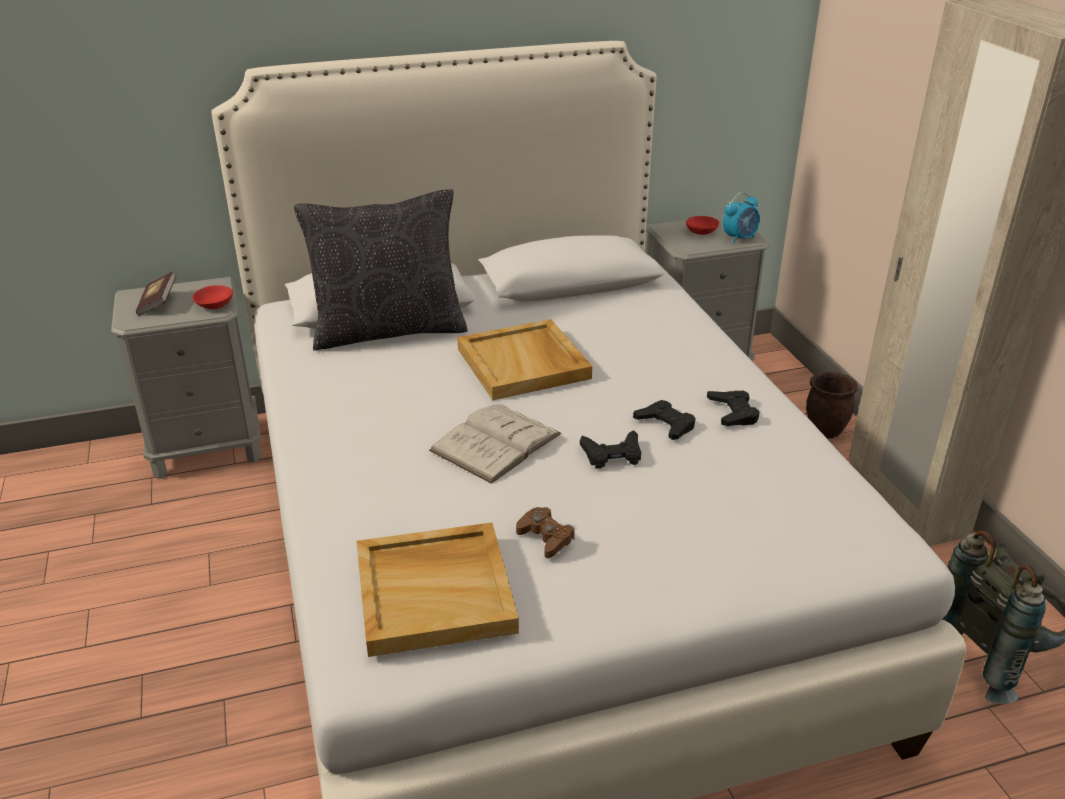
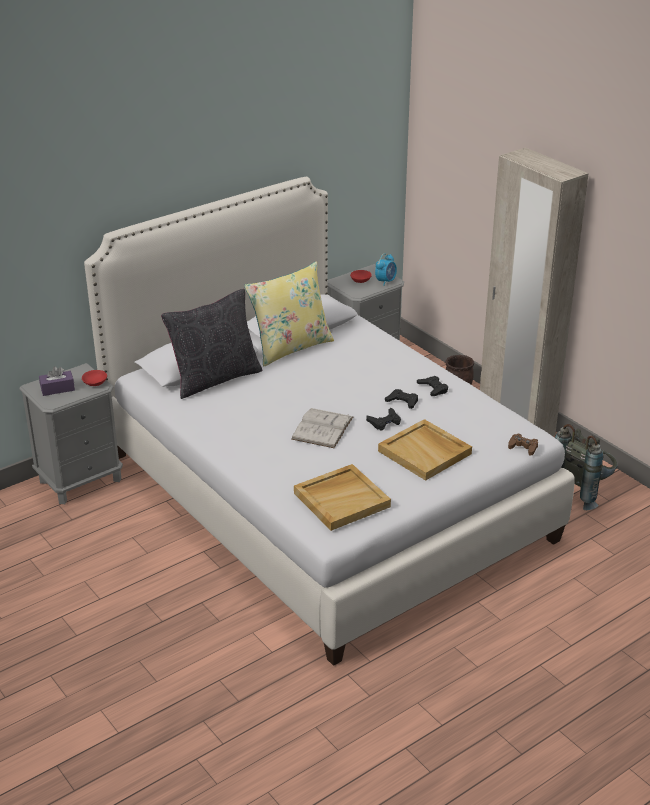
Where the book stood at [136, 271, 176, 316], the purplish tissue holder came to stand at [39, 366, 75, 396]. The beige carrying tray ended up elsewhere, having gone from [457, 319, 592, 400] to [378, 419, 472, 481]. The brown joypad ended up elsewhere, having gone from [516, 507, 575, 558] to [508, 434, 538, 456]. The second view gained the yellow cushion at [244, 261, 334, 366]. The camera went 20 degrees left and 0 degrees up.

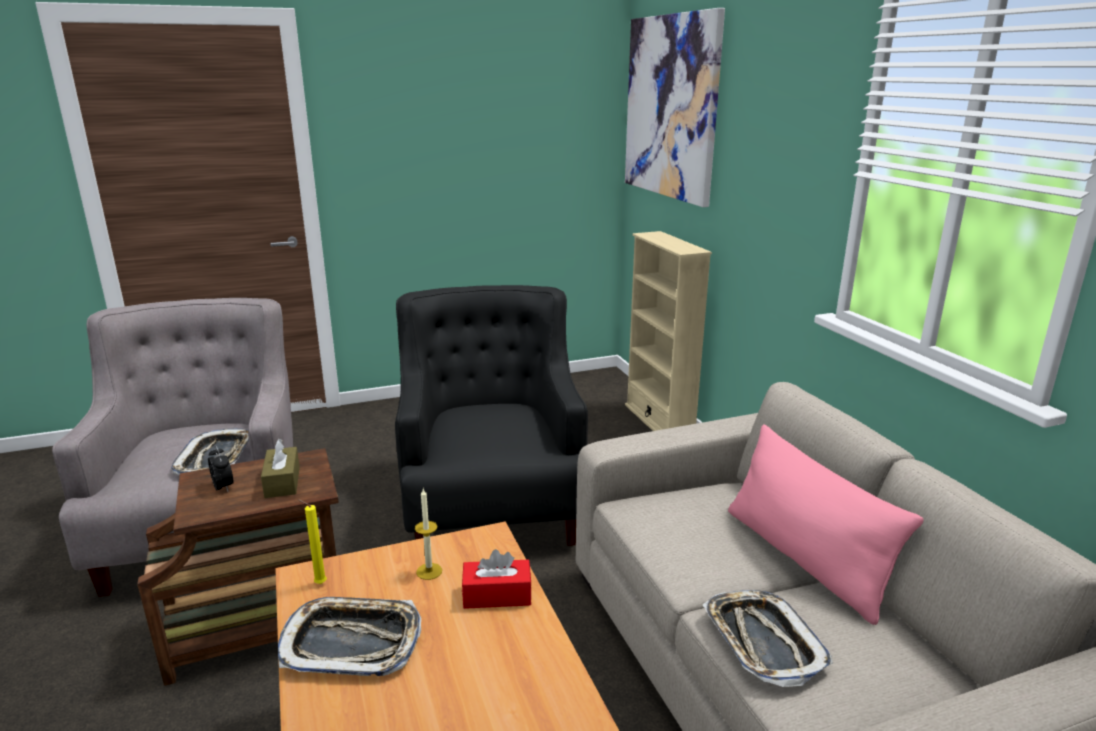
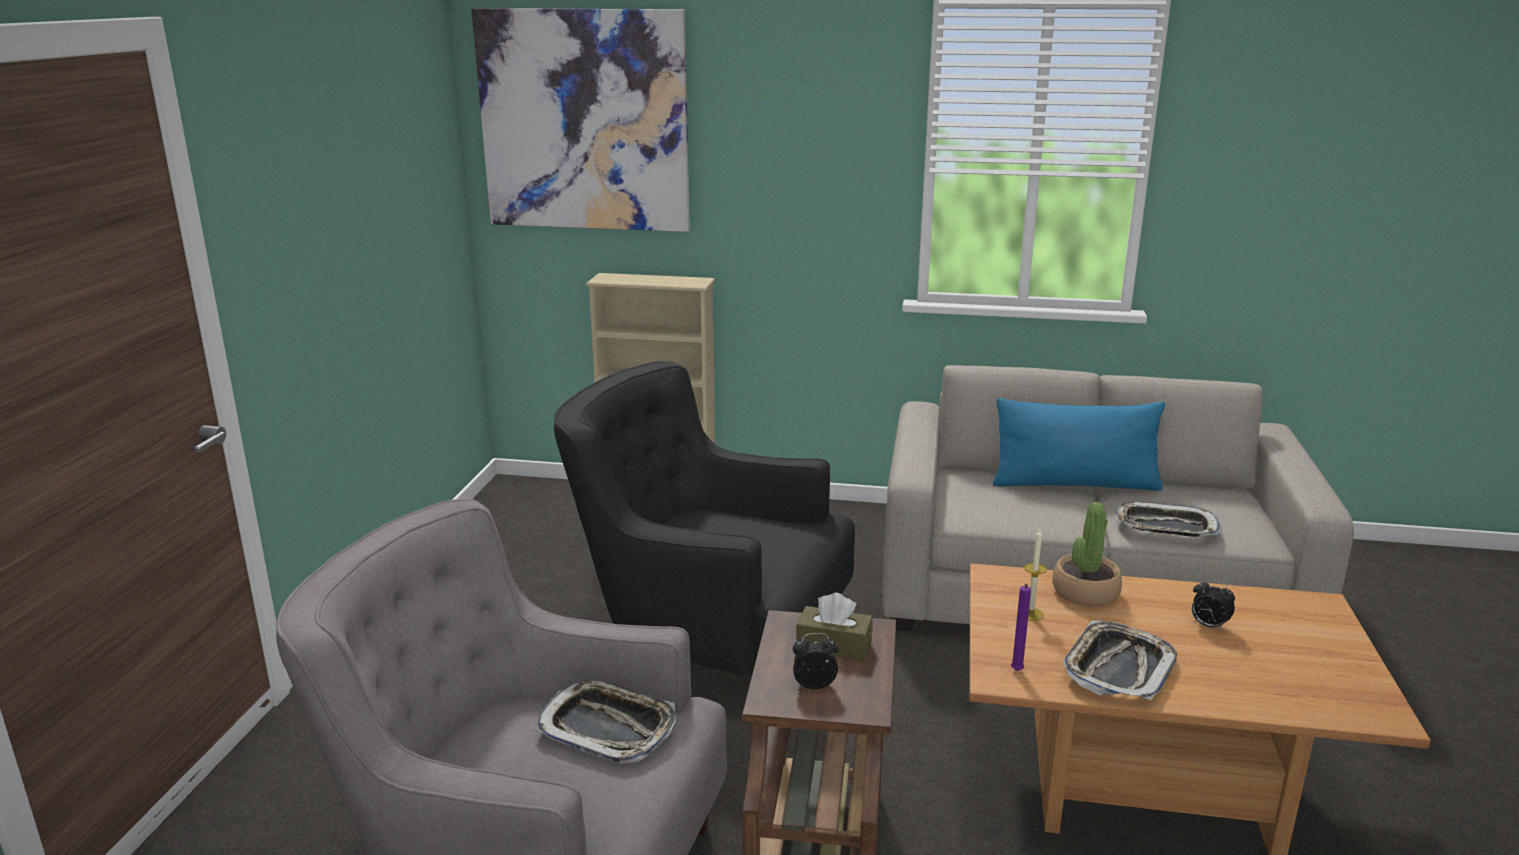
What was the pink cushion at [728, 424, 924, 625] turned into the bluish cushion at [993, 398, 1165, 491]. What was the yellow wax candle at [298, 499, 327, 584] turned into the purplish wax candle at [1011, 584, 1031, 671]. Where the reddish tissue holder stood at [462, 549, 532, 609], the houseplant came to stand at [1052, 502, 1122, 606]. The second view gained the alarm clock at [1192, 579, 1235, 631]. The camera went 60 degrees left and 0 degrees up.

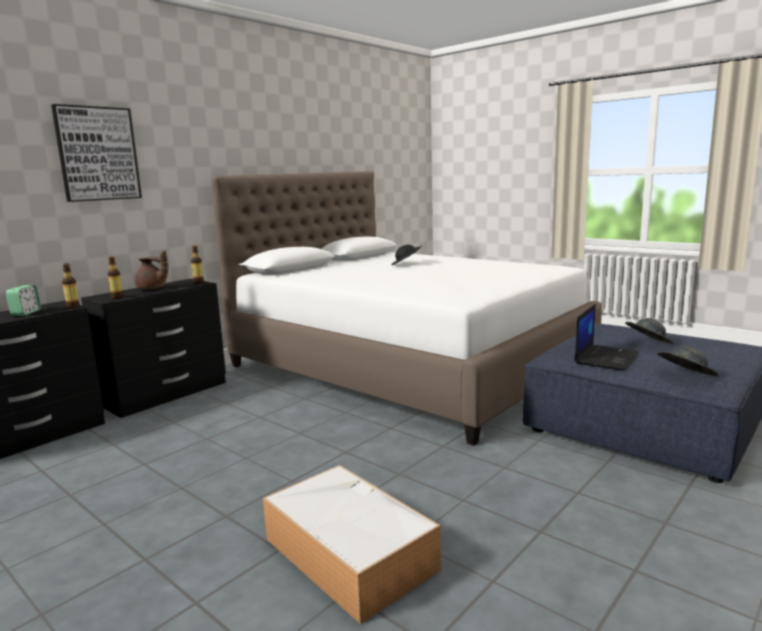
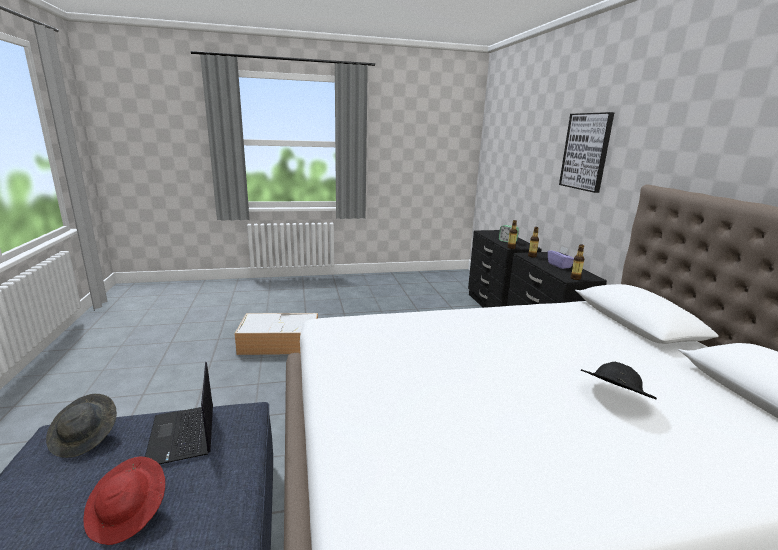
Where the brown pot for tea stood at [135, 251, 168, 289], the purplish tissue holder came to stand at [548, 246, 574, 269]. What was the grey hat at [625, 318, 674, 344] turned into the reddish hat at [83, 456, 165, 545]. The camera went 125 degrees right and 5 degrees up.

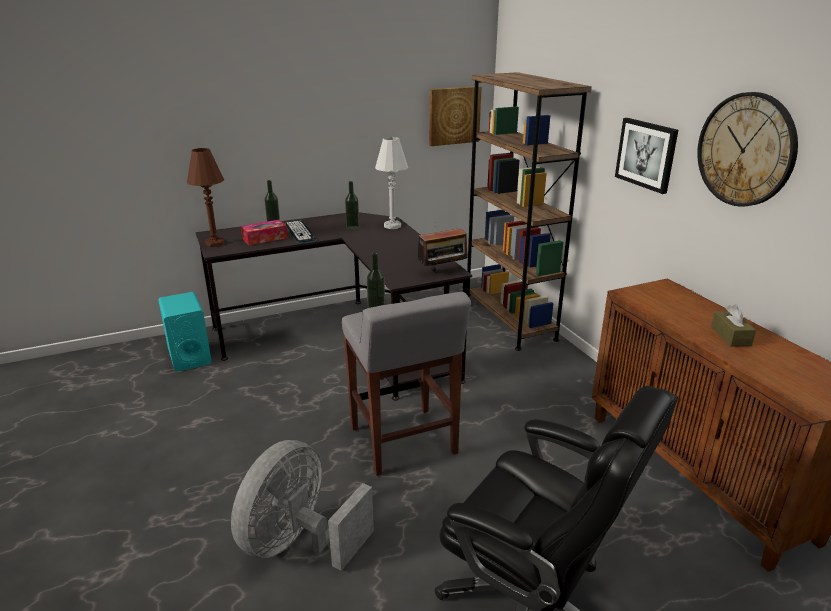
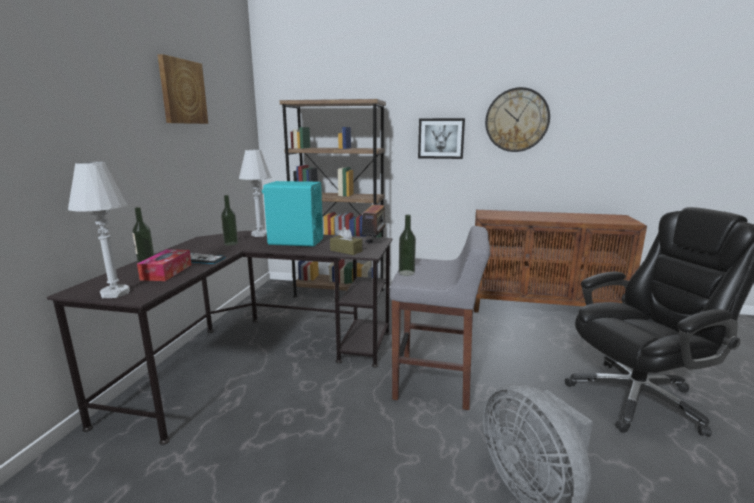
The wall art ended up elsewhere, having gone from [429, 86, 482, 146] to [157, 54, 208, 124]. What was the brown lamp for a table at [187, 148, 224, 247] turned into the white-coloured lamp for a table at [68, 162, 130, 298]. The turquoise-coloured audio speaker ended up elsewhere, having gone from [158, 292, 212, 372] to [262, 181, 323, 247]. The brown tissue holder ended up elsewhere, having gone from [711, 304, 756, 347] to [330, 227, 362, 255]. The camera went 55 degrees left and 10 degrees down.

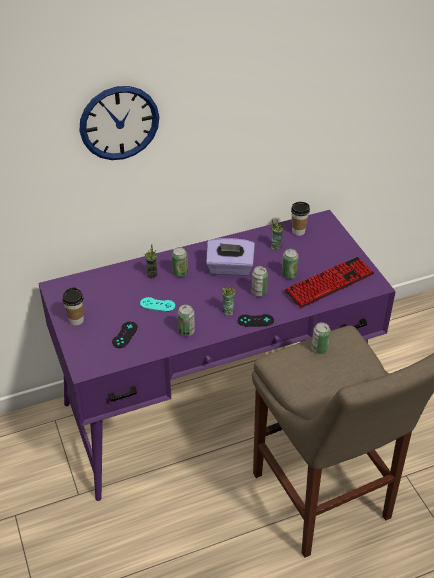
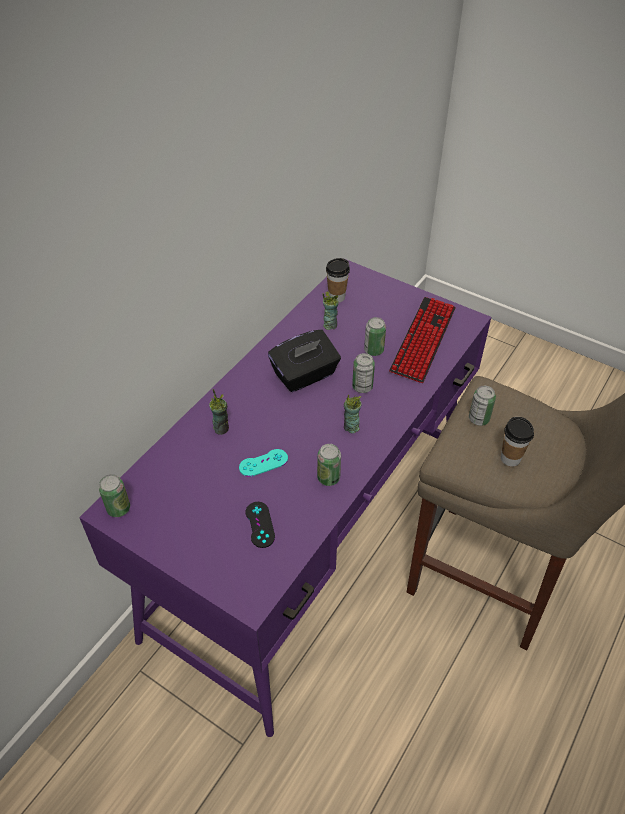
The second view lost the hanging clock at [79, 86, 159, 160]. What was the purplish tissue holder at [206, 238, 255, 276] turned into the blackish tissue holder at [268, 330, 341, 392]. The can ended up elsewhere, having gone from [172, 247, 188, 277] to [99, 474, 130, 517]. The drinking cup ended up elsewhere, having gone from [62, 288, 84, 326] to [501, 417, 534, 467]. The second view lost the blackish joypad at [237, 314, 274, 327]. The camera went 35 degrees left and 5 degrees up.

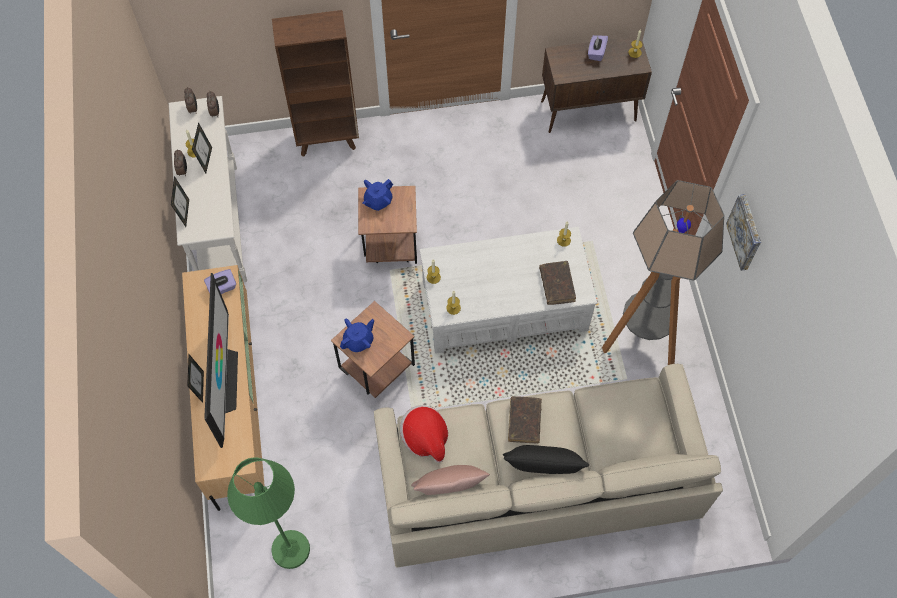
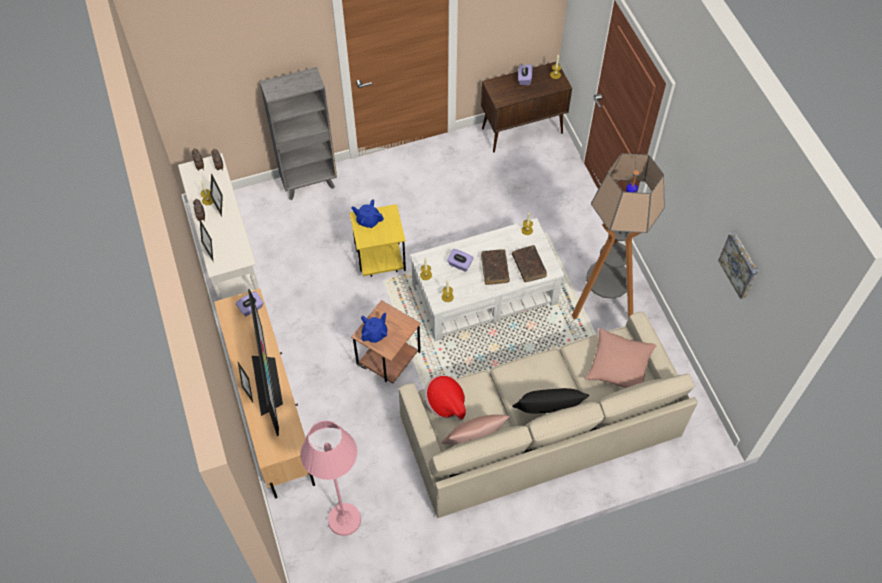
What was the brown bookcase at [272, 10, 359, 157] turned into the grey bookcase at [260, 67, 337, 200]. The bluish pot for tea at [363, 179, 393, 211] ended up facing another way, 75 degrees clockwise from before. What was the brown end table at [358, 186, 417, 264] turned into the yellow end table at [349, 204, 406, 277]. The wall art ended up elsewhere, having gone from [726, 194, 761, 271] to [718, 232, 758, 299]. The brown book ended up elsewhere, having gone from [508, 396, 542, 443] to [481, 249, 510, 285]. What was the green floor lamp at [227, 457, 310, 569] turned into the pink floor lamp at [301, 421, 361, 536]. The second view gained the purplish tissue holder at [447, 249, 473, 272]. The second view gained the pink cushion at [585, 328, 657, 388]. The camera went 10 degrees left and 5 degrees down.

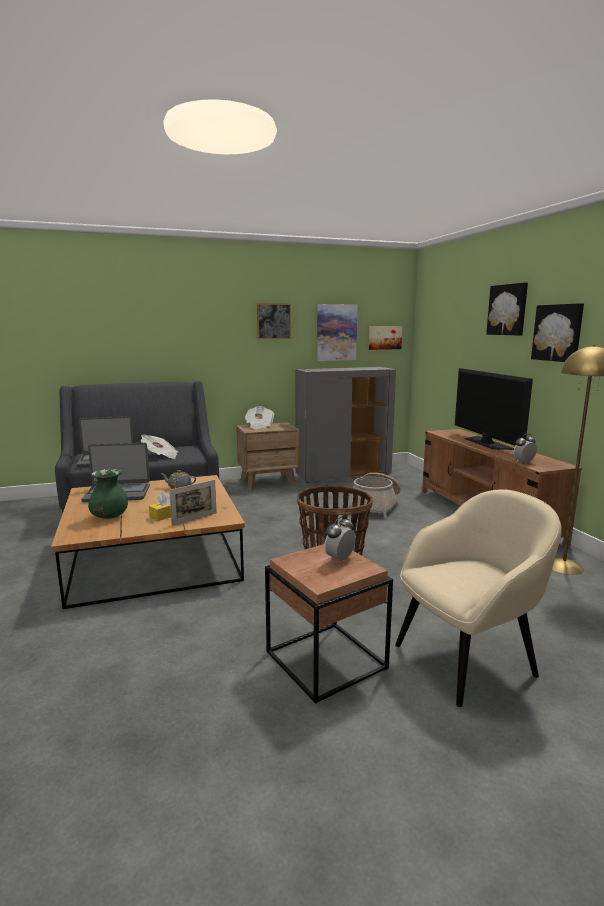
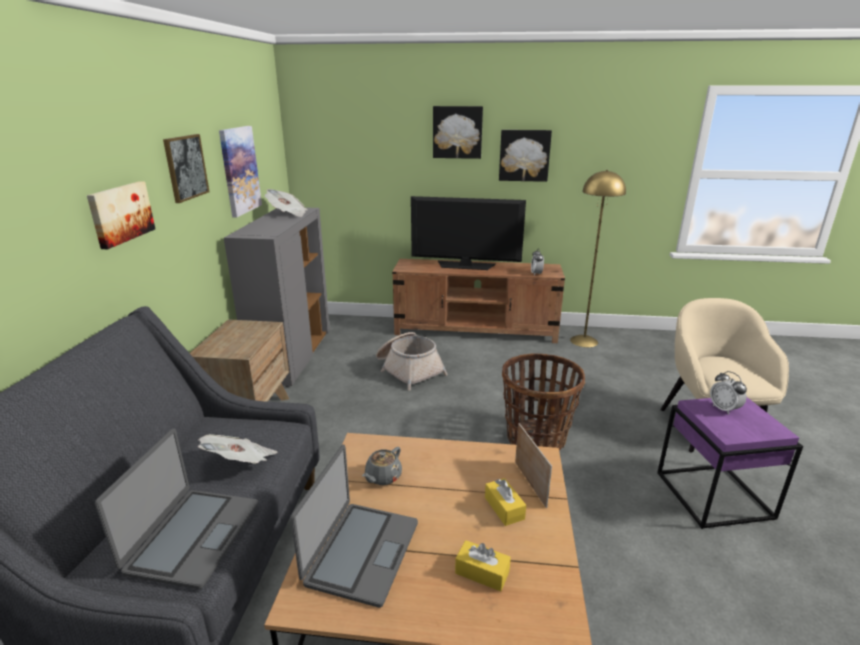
The wall art ended up elsewhere, having gone from [369, 326, 402, 350] to [87, 181, 155, 249]. The newspaper ended up elsewhere, having gone from [244, 406, 274, 429] to [265, 189, 308, 217]. Where the green vase stood at [88, 469, 128, 519], the yellow tissue holder came to stand at [455, 540, 511, 592]. What was the brown end table at [265, 544, 393, 704] turned into the purplish end table at [657, 397, 803, 529]. The camera went 65 degrees left and 10 degrees up.

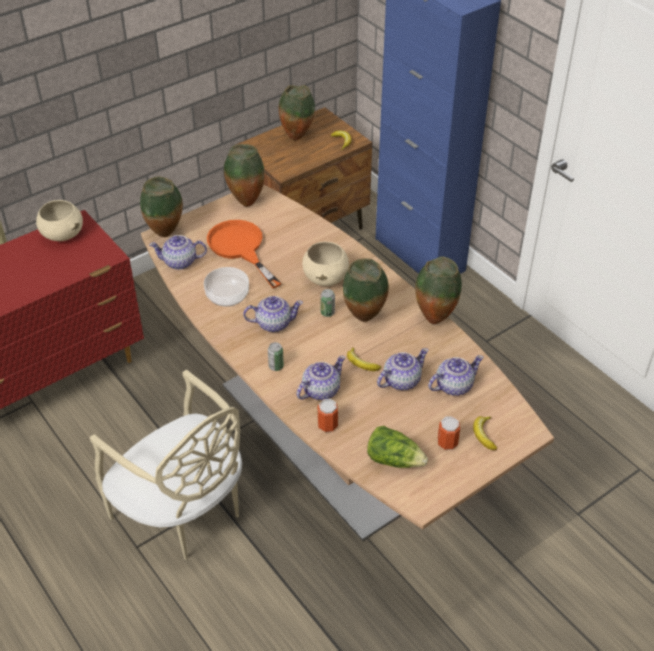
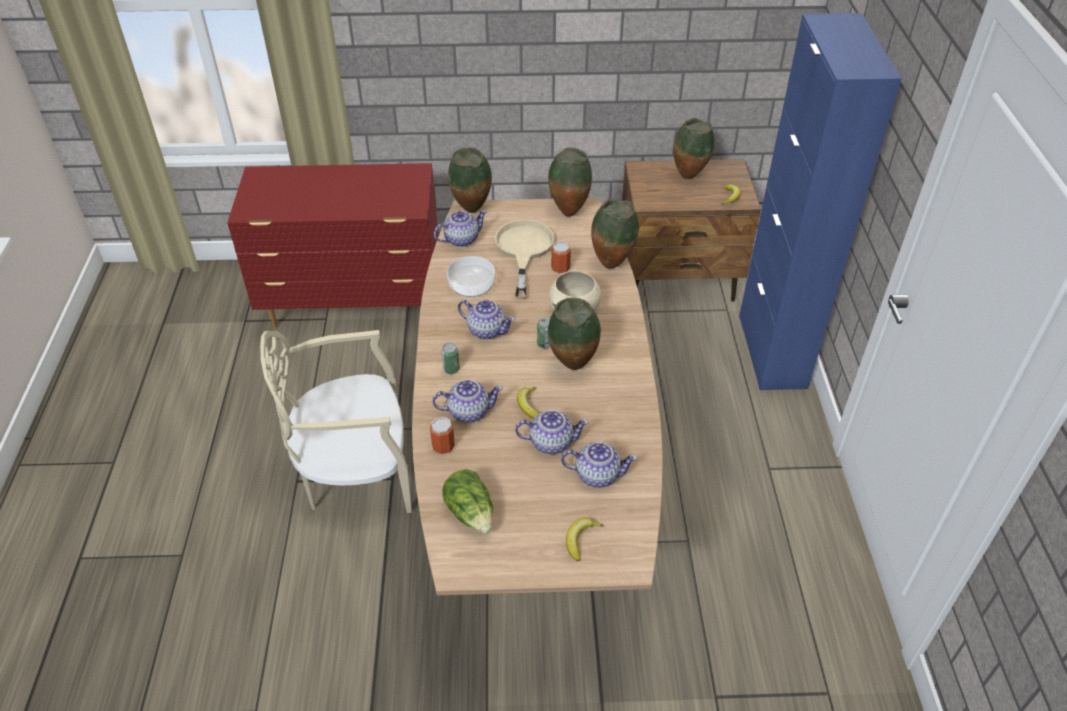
The second view lost the beige deep dish at [36, 200, 83, 241]. What was the orange skillet at [207, 220, 281, 288] turned into the beige skillet at [495, 219, 554, 299]. The pot for tea at [149, 235, 207, 270] ended up facing another way, 120 degrees clockwise from before. The vase ended up elsewhere, having gone from [415, 256, 462, 324] to [591, 199, 639, 268]. The beige plain chair at [90, 370, 242, 560] ended up facing another way, 90 degrees clockwise from before. The can ended up elsewhere, having gone from [438, 416, 460, 450] to [551, 241, 571, 274]. The camera went 35 degrees right and 0 degrees up.

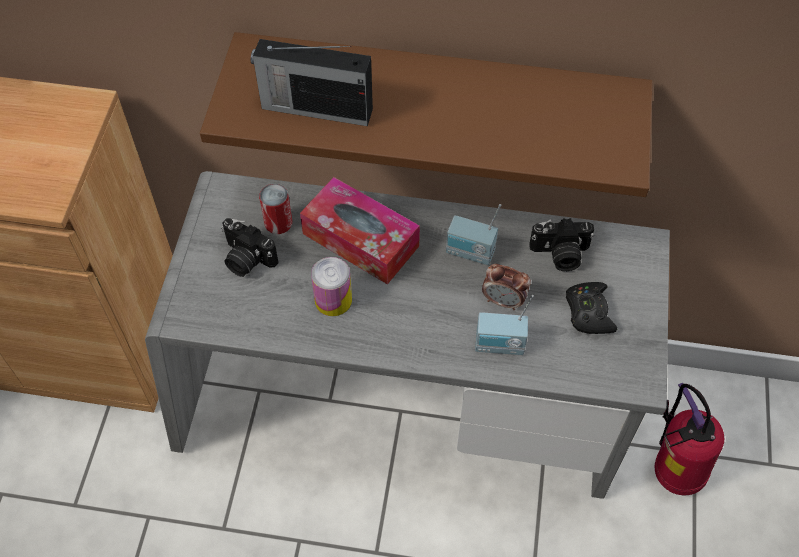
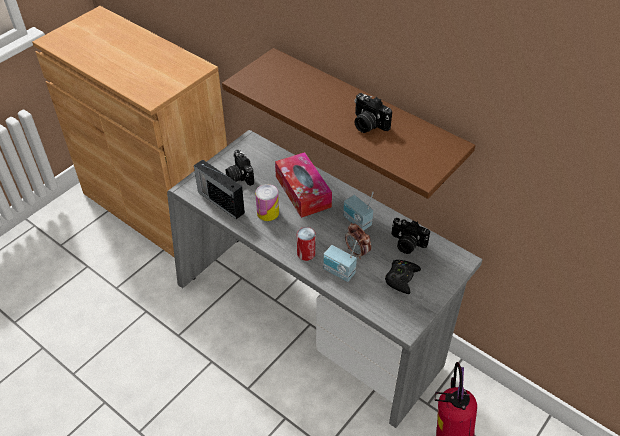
The radio ended up elsewhere, having gone from [251, 39, 373, 126] to [194, 159, 245, 219]. The can ended up elsewhere, having gone from [259, 184, 292, 234] to [297, 227, 316, 261]. The second view gained the still camera at [355, 93, 392, 133]. The camera went 30 degrees right and 10 degrees down.

